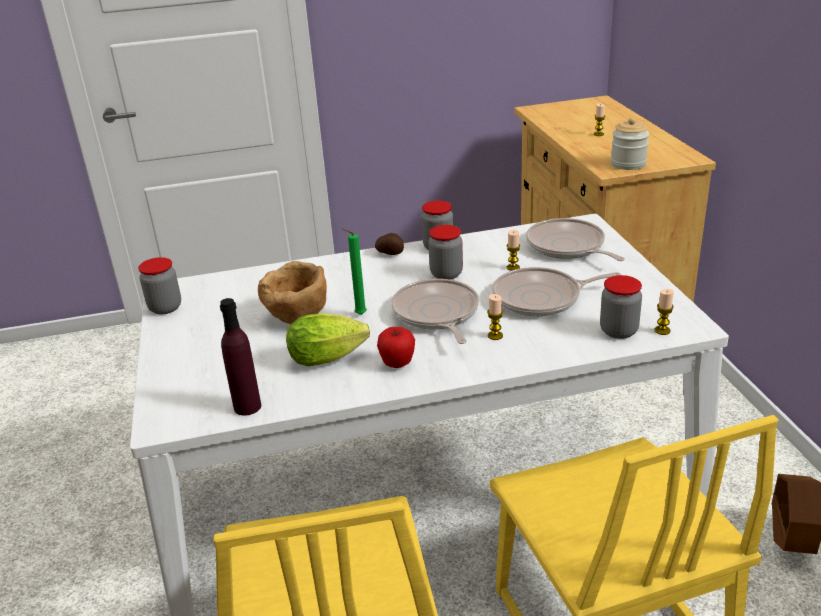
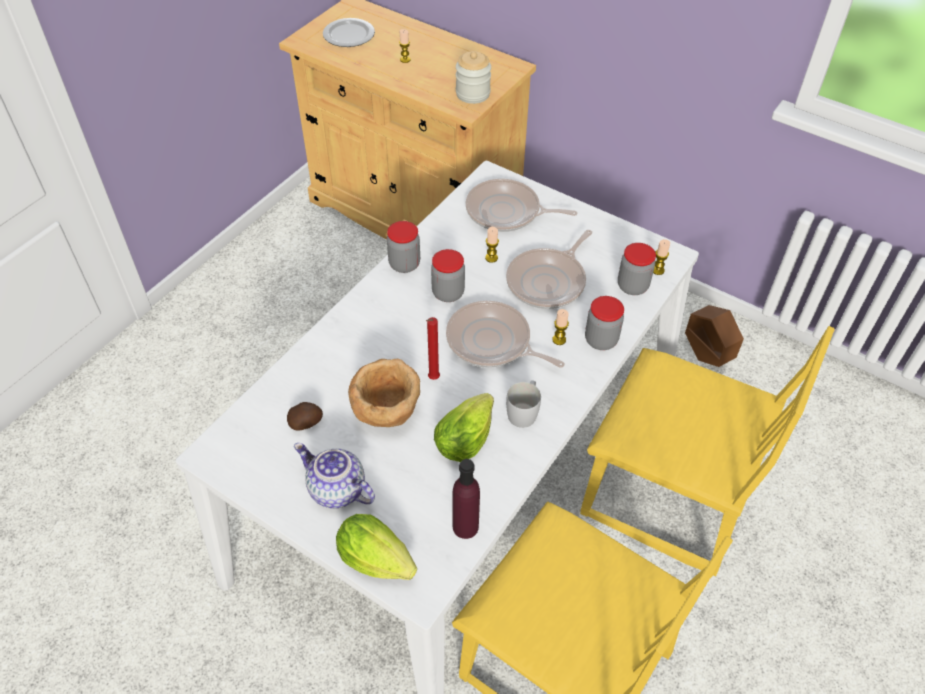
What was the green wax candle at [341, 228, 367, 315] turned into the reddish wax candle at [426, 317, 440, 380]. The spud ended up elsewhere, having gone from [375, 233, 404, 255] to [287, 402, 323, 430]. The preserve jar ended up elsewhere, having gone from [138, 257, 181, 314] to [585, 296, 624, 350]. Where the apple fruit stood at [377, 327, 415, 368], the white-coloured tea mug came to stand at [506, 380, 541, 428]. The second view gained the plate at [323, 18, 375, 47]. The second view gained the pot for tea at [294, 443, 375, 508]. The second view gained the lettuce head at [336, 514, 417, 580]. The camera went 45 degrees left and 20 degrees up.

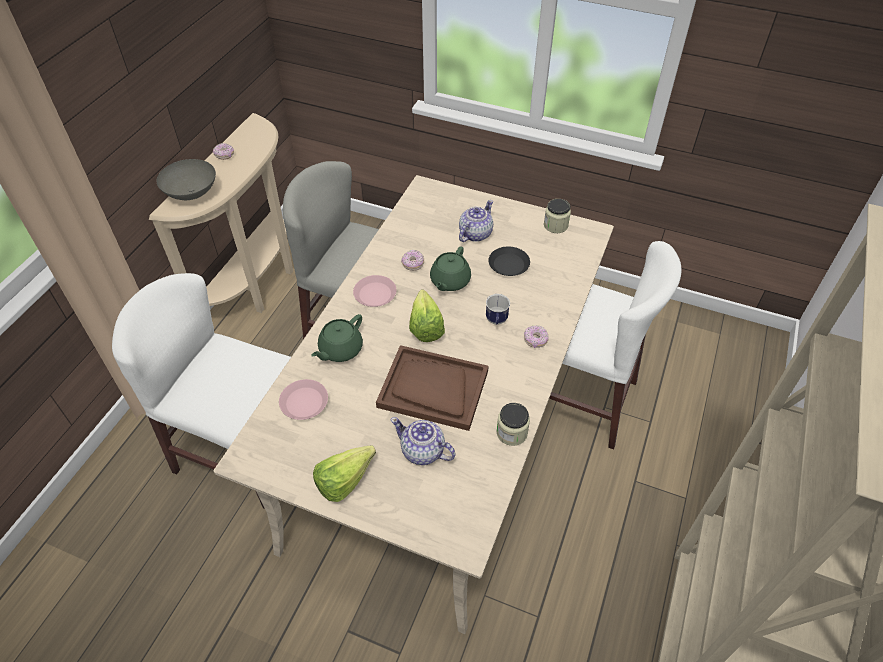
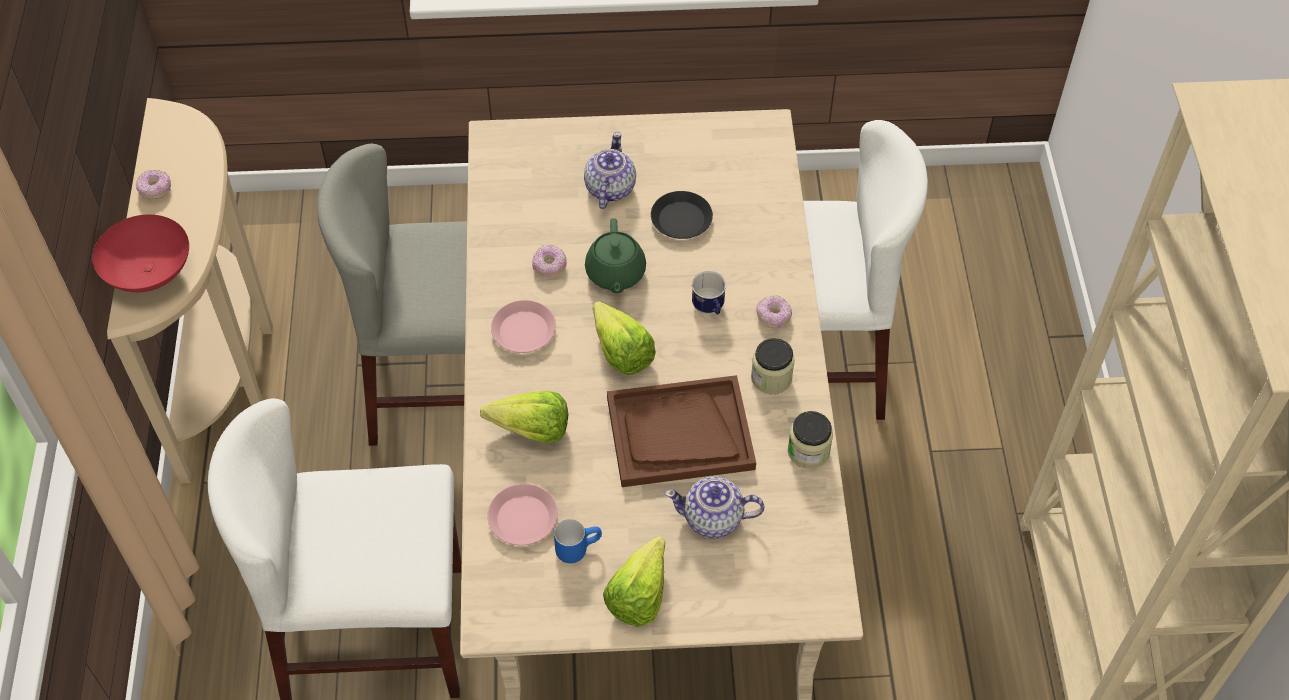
What was the grey deep dish at [156, 159, 216, 200] turned into the reddish deep dish at [92, 214, 189, 292]. The preserve jar ended up elsewhere, having gone from [544, 199, 571, 233] to [751, 338, 795, 394]. Where the green pot for tea stood at [311, 314, 363, 362], the lettuce head came to stand at [480, 391, 568, 443]. The second view gained the bluish tea mug at [554, 519, 602, 563]. The camera went 25 degrees left and 5 degrees up.

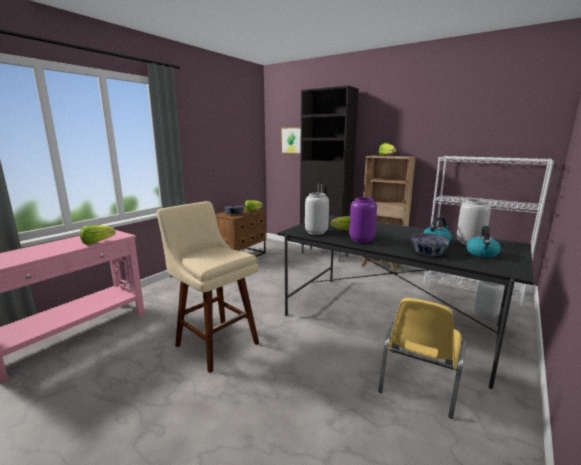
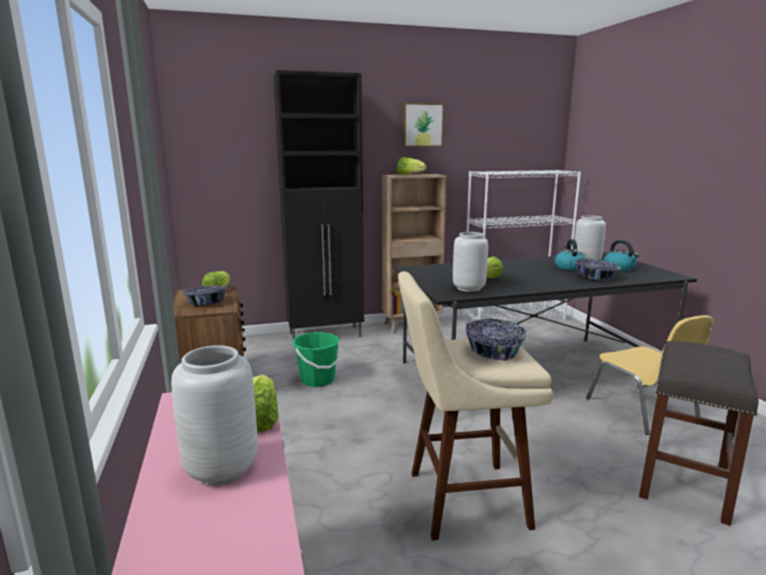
The wall art ended up elsewhere, having gone from [281, 127, 301, 154] to [403, 103, 444, 147]. The second view lost the purplish vase at [349, 197, 377, 243]. The grey vase ended up elsewhere, having gone from [475, 281, 504, 319] to [171, 345, 258, 485]. The second view gained the deep dish at [465, 319, 526, 361]. The second view gained the green water bucket at [292, 332, 341, 387]. The second view gained the grey stool at [639, 341, 759, 526]. The camera went 50 degrees left and 0 degrees up.

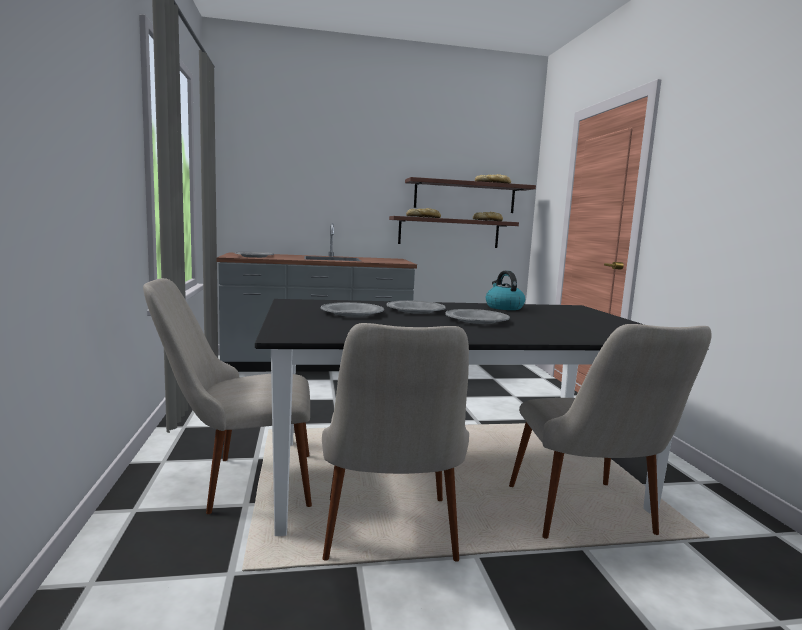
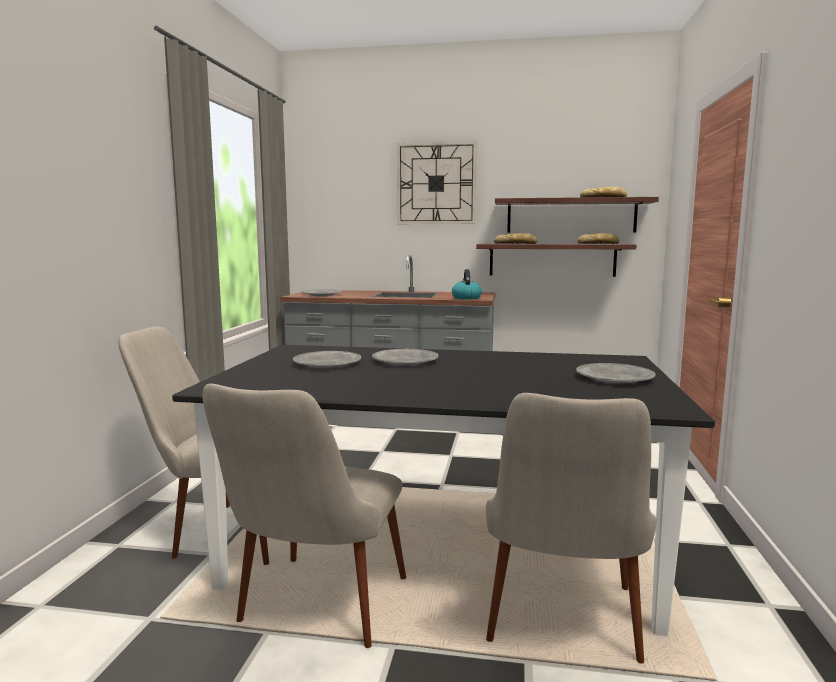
The kettle ended up elsewhere, having gone from [486, 271, 525, 310] to [452, 269, 482, 300]. The grey plate ended up elsewhere, having gone from [445, 309, 510, 324] to [576, 363, 656, 383]. The second view gained the hanging clock at [397, 141, 477, 224]. The camera went 20 degrees right and 0 degrees up.

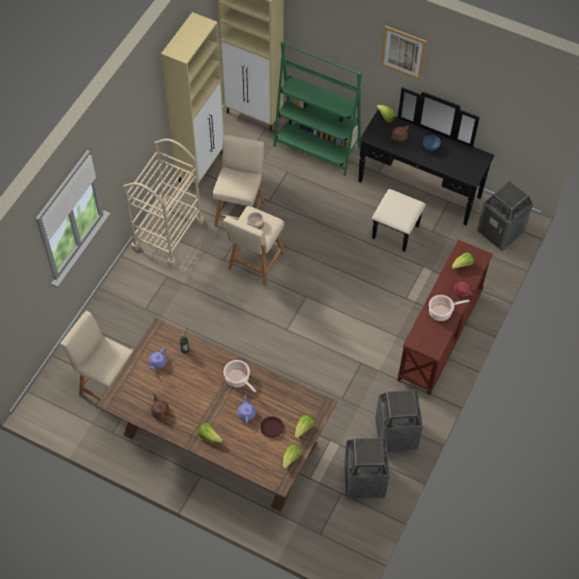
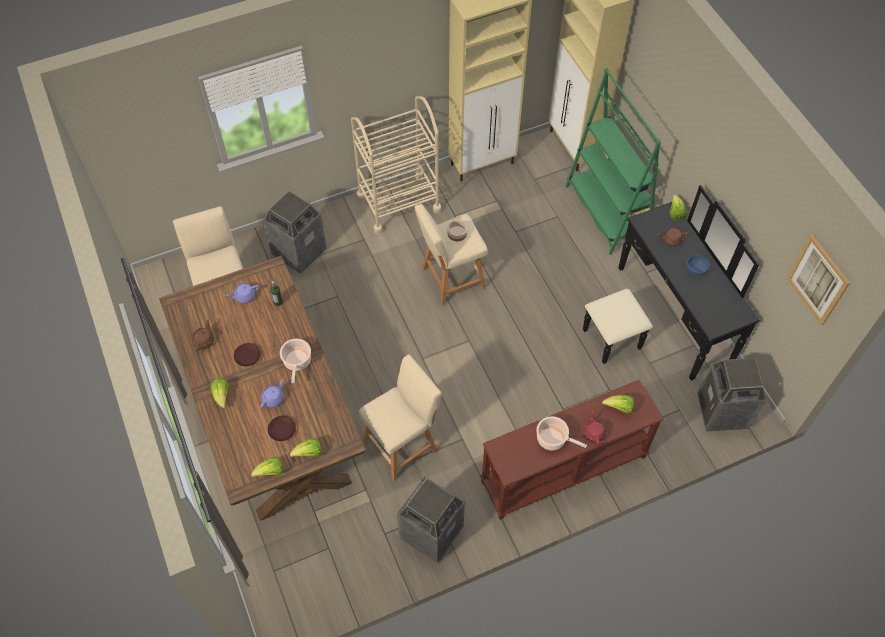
The wall art ended up elsewhere, having gone from [380, 26, 427, 80] to [787, 234, 850, 325]. The beige stool ended up elsewhere, having gone from [213, 134, 265, 227] to [359, 354, 442, 482]. The waste bin ended up elsewhere, having gone from [344, 438, 389, 499] to [263, 190, 327, 274]. The second view gained the brown plate at [234, 343, 261, 367]. The camera went 40 degrees right and 0 degrees up.

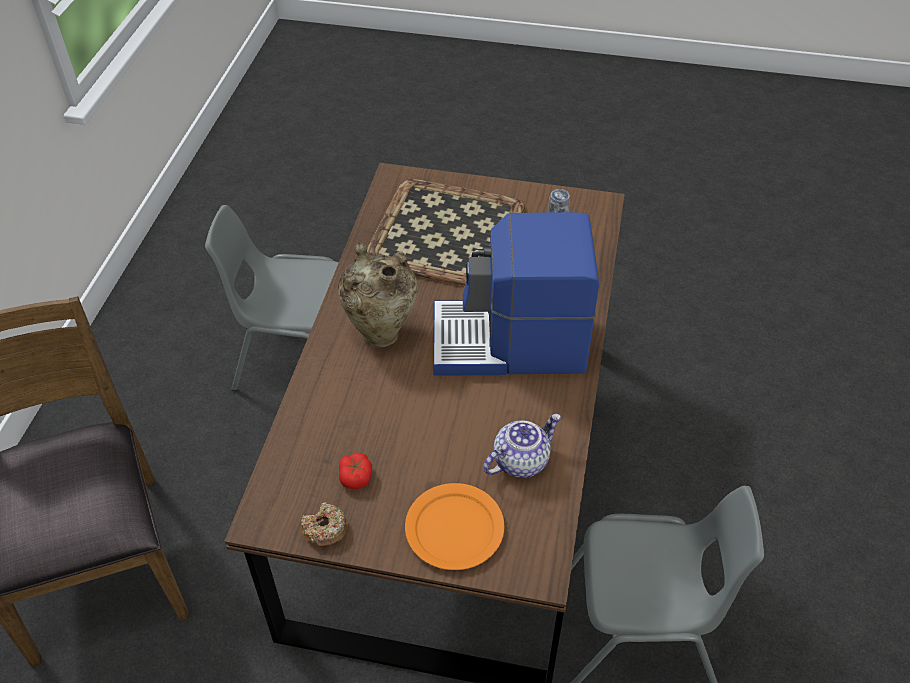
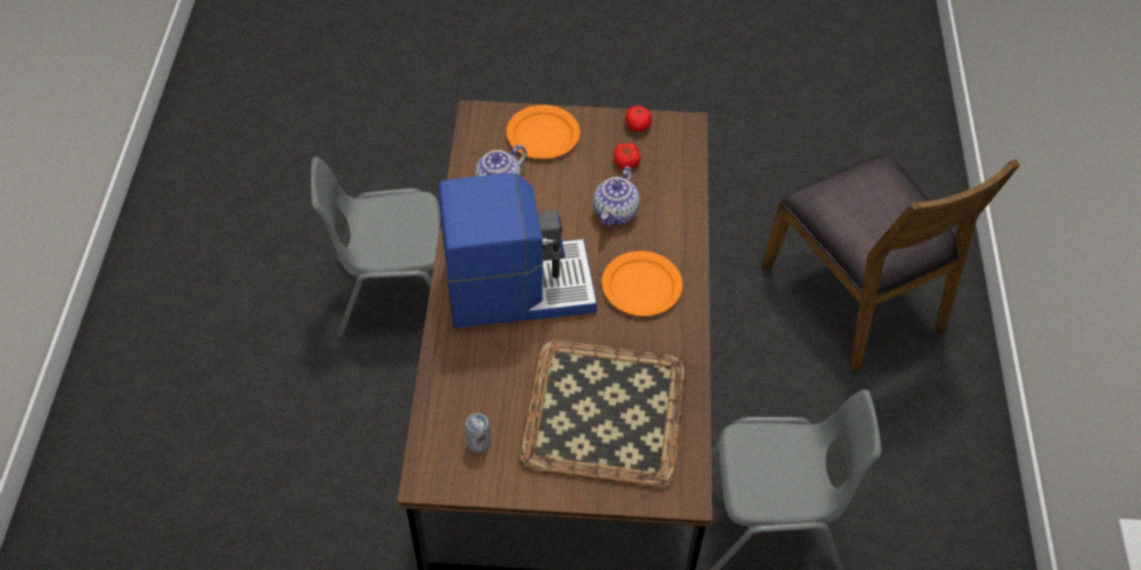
Where the beige vase stood at [338, 243, 418, 347], the orange plate came to stand at [602, 251, 683, 316]. Where the doughnut stood at [301, 502, 348, 546], the fresh tomato came to stand at [625, 106, 652, 132]. The second view gained the pot for tea at [593, 166, 640, 227]. The camera went 170 degrees right and 5 degrees up.

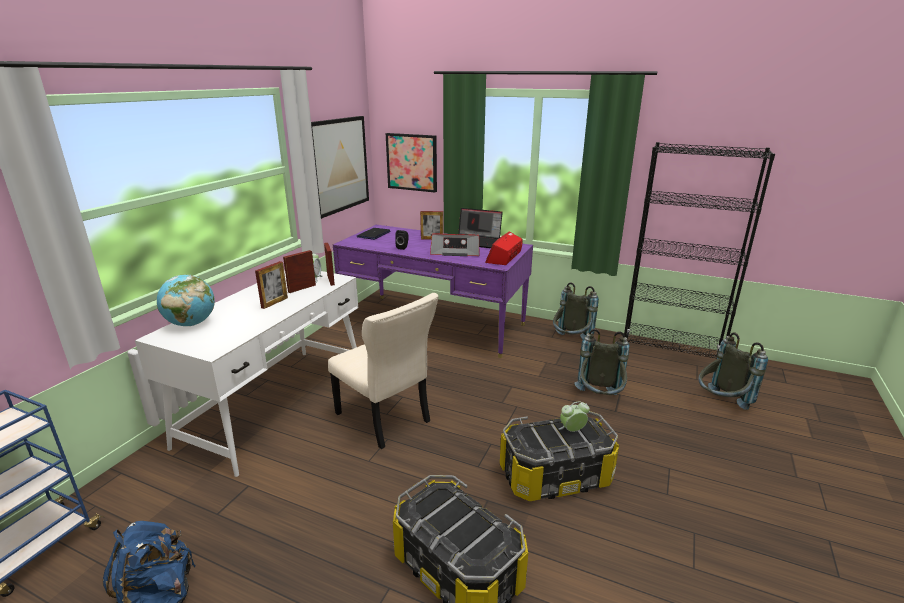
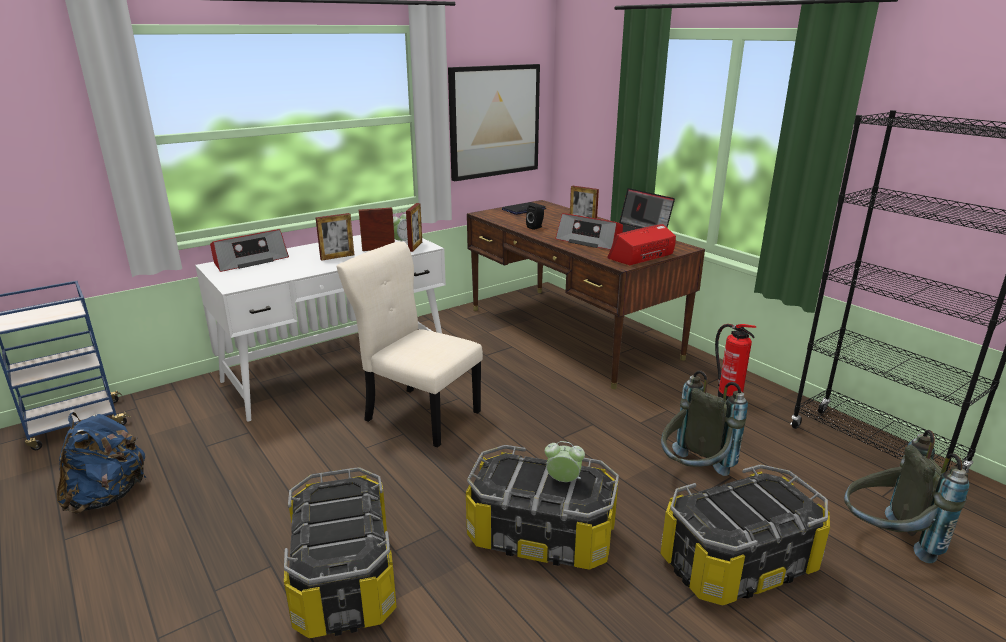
The second view lost the wall art at [386, 133, 437, 192]. What was the purplish desk unit at [333, 225, 533, 358] turned into the brown desk unit at [467, 200, 705, 389]. Where the desk globe stood at [157, 275, 215, 326], the radio came to stand at [210, 229, 289, 272]. Where the grey rucksack stood at [553, 282, 599, 339], the fire extinguisher came to stand at [715, 324, 756, 400]. The beige plain chair at [328, 293, 439, 449] ended up facing another way, 135 degrees clockwise from before. The second view gained the storage box at [660, 464, 830, 605]. The camera went 30 degrees right and 0 degrees up.

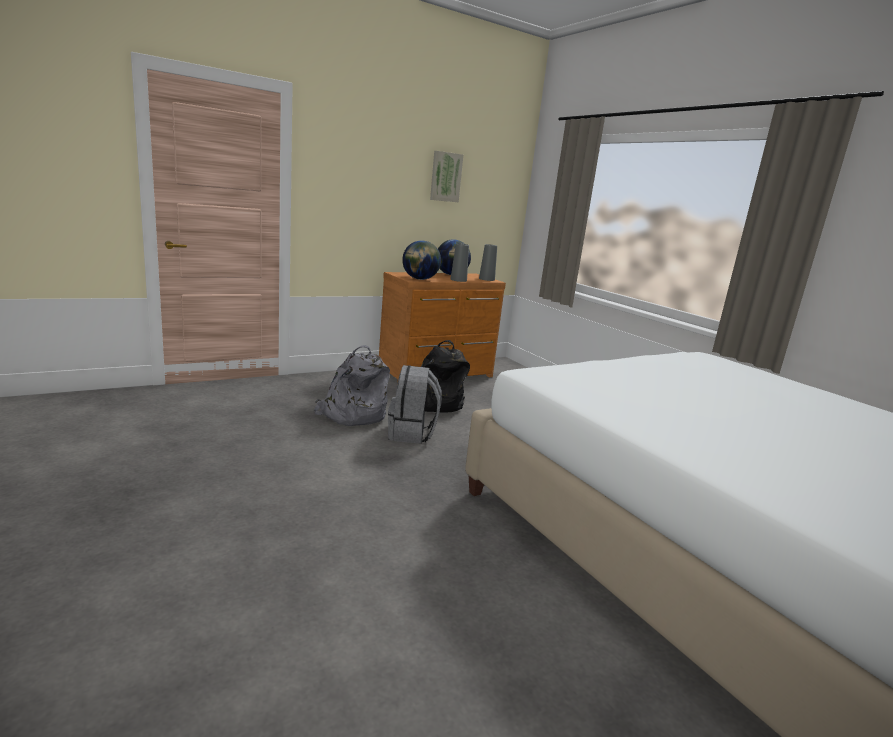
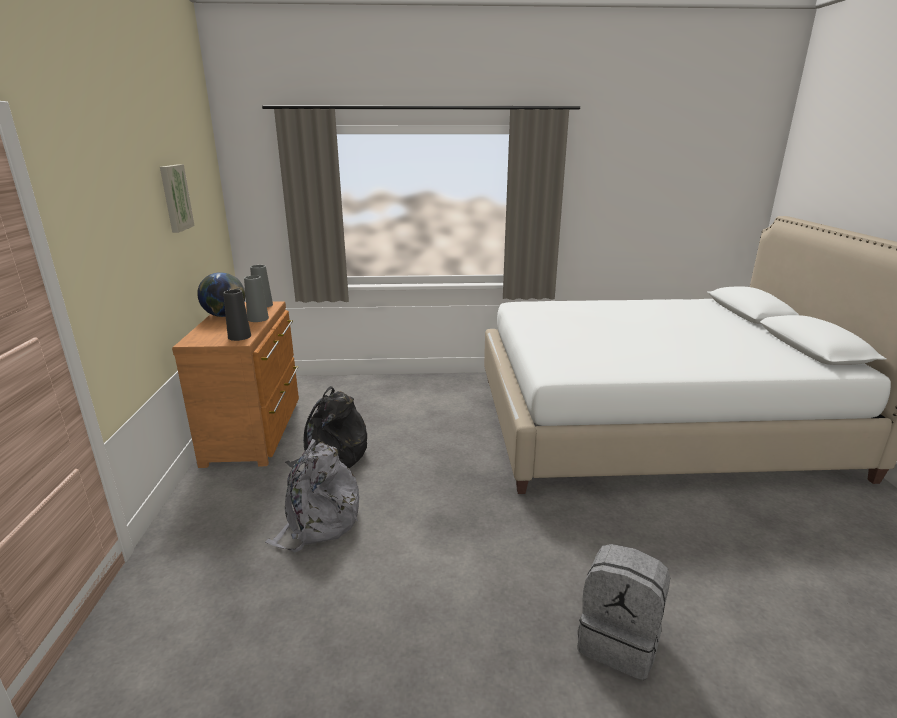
Where the desk globe stood at [402, 240, 441, 280], the blackish vase came to stand at [223, 289, 251, 341]. The grey rucksack ended up elsewhere, having gone from [388, 365, 442, 444] to [577, 544, 670, 680]. The camera went 60 degrees left and 5 degrees up.

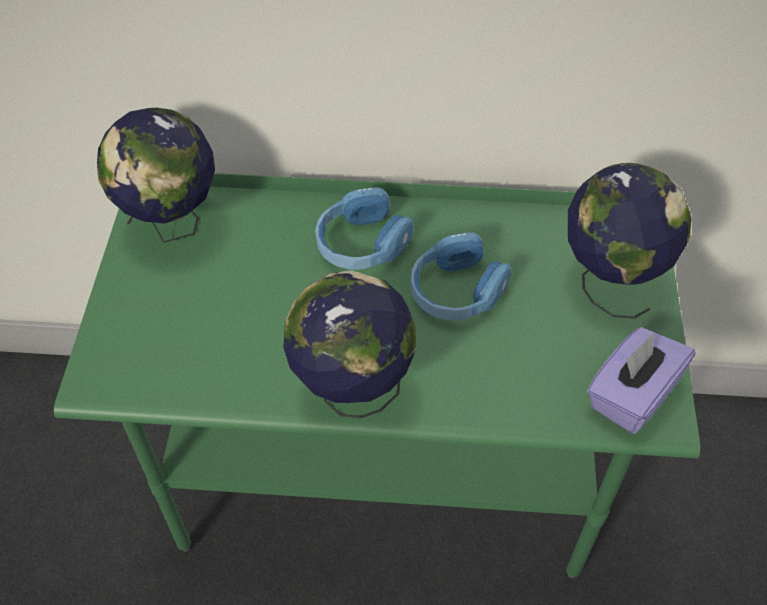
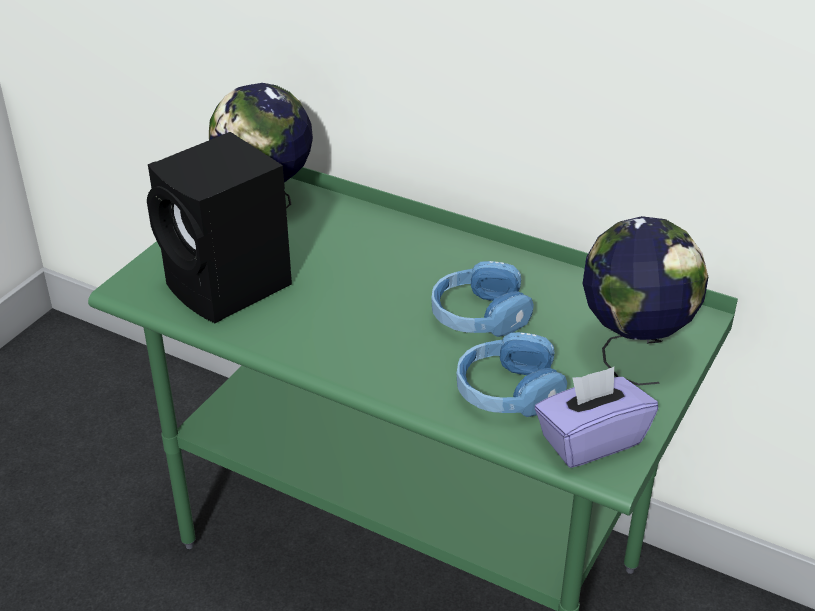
The bluish headset ended up elsewhere, having gone from [315, 187, 414, 270] to [457, 332, 567, 417]. The second view lost the desk globe at [283, 270, 416, 418]. The second view gained the blackish audio speaker at [147, 132, 292, 323]. The camera went 25 degrees right and 15 degrees down.

